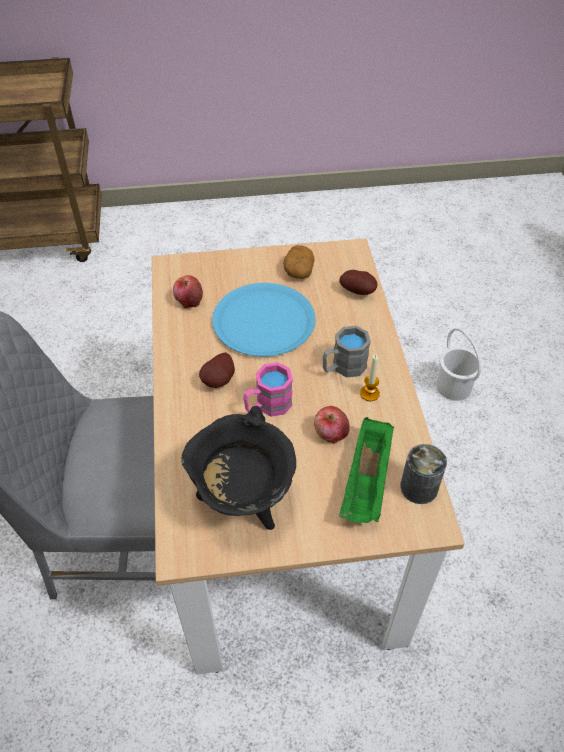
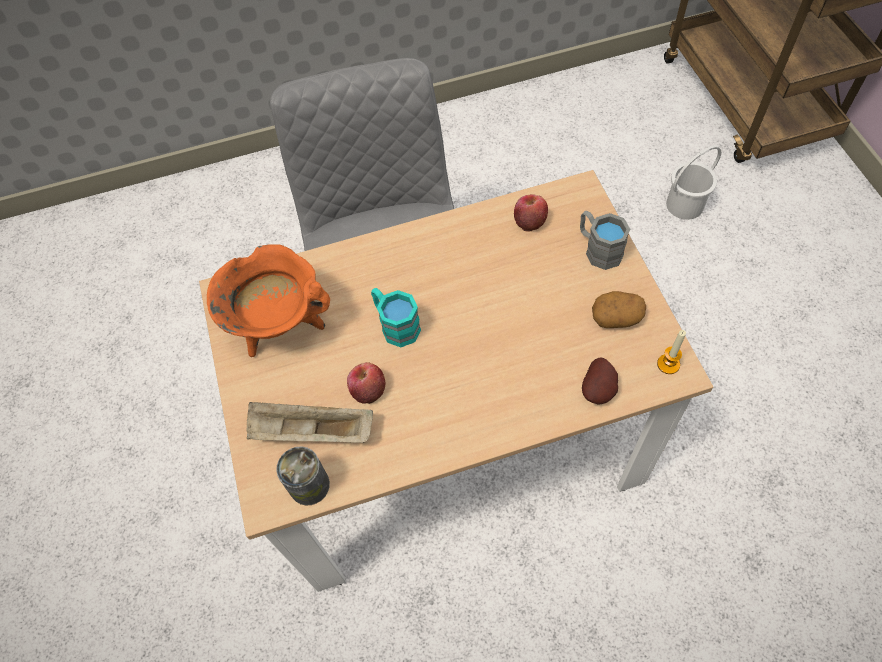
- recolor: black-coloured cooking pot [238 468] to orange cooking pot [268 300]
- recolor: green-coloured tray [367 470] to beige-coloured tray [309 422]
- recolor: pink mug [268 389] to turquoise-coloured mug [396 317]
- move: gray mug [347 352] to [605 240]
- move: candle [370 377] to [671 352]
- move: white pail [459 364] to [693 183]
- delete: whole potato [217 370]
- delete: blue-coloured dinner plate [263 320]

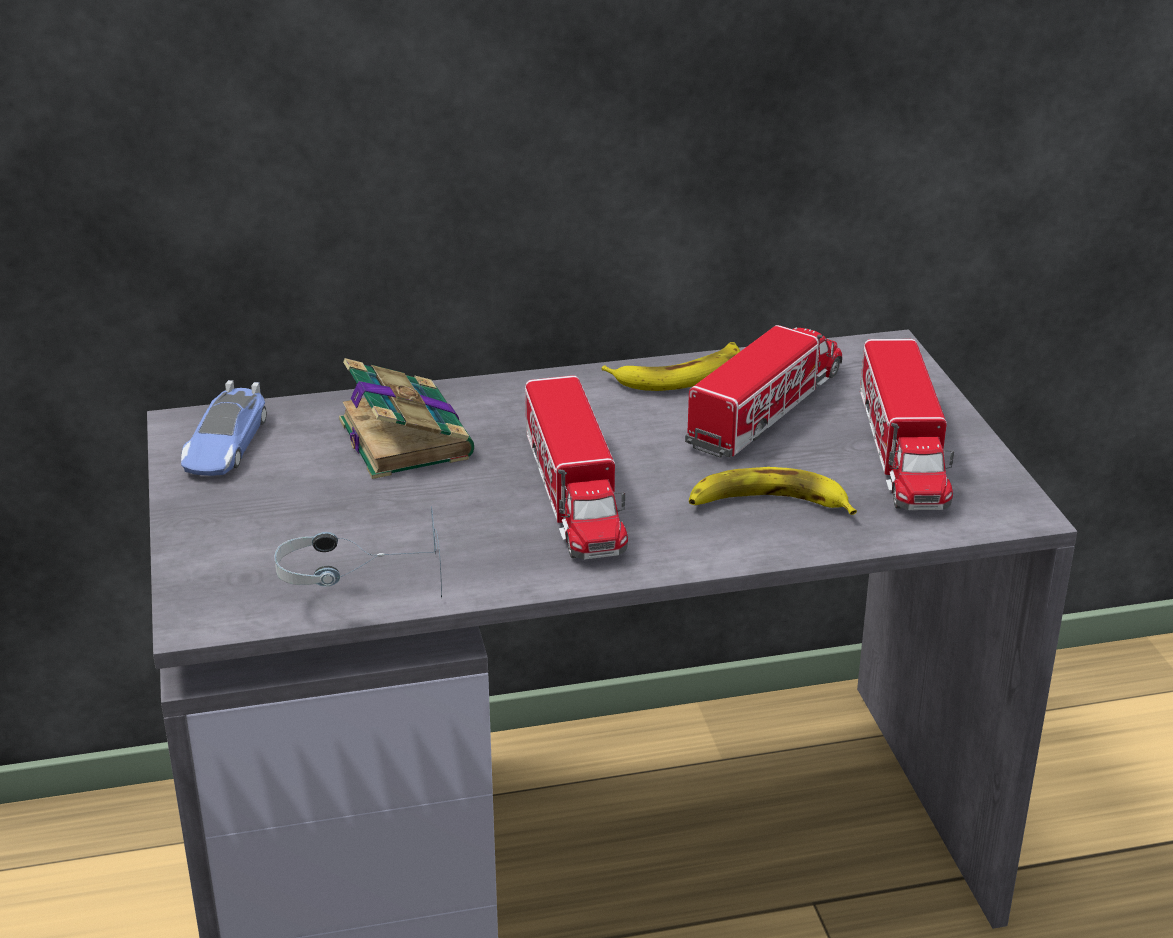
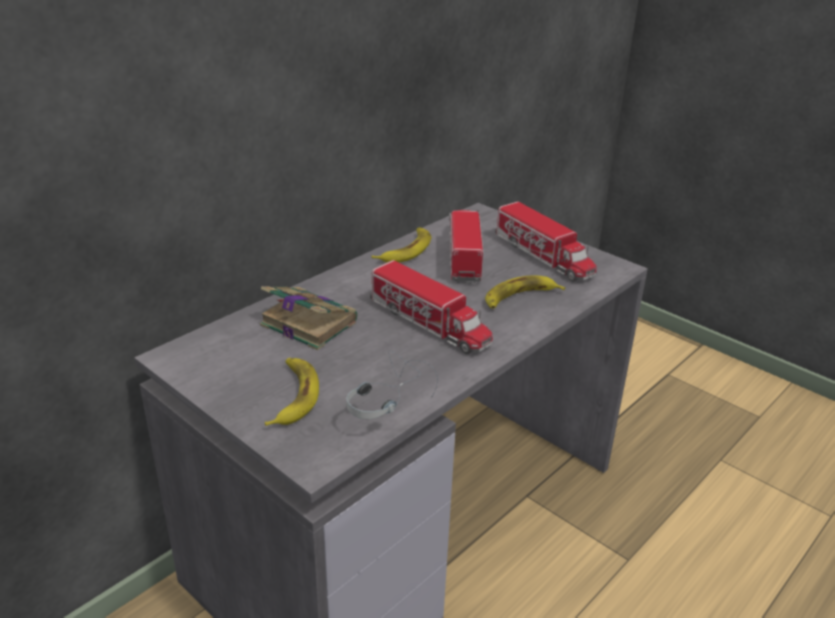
- insert: whole banana [292 392]
- delete: model car [224 428]

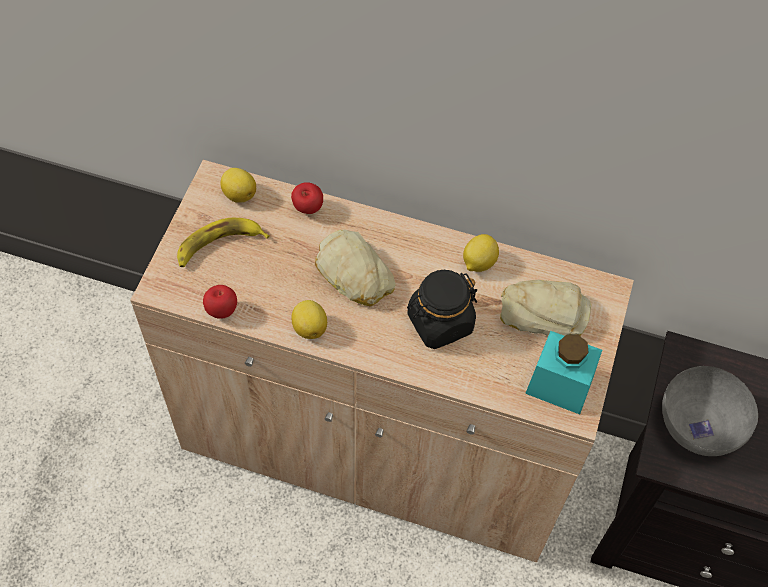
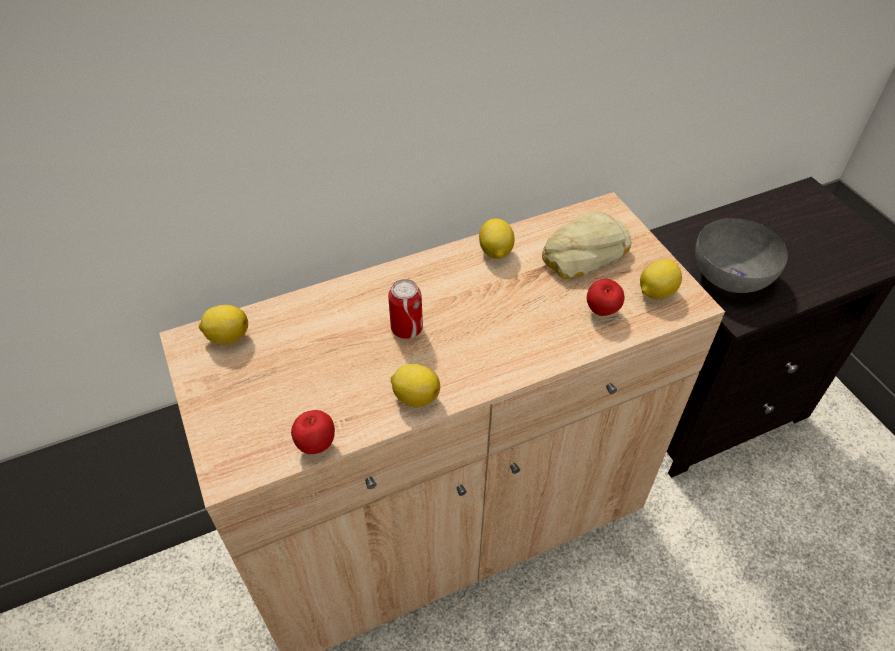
- replace: bakery bread [355 268] to metal can [405 309]
- move: whole apple [307 198] to [605 297]
- replace: turquoise-coloured storage jar [563 372] to whole lemon [661 279]
- delete: whole banana [223 242]
- delete: black-coloured storage jar [442 309]

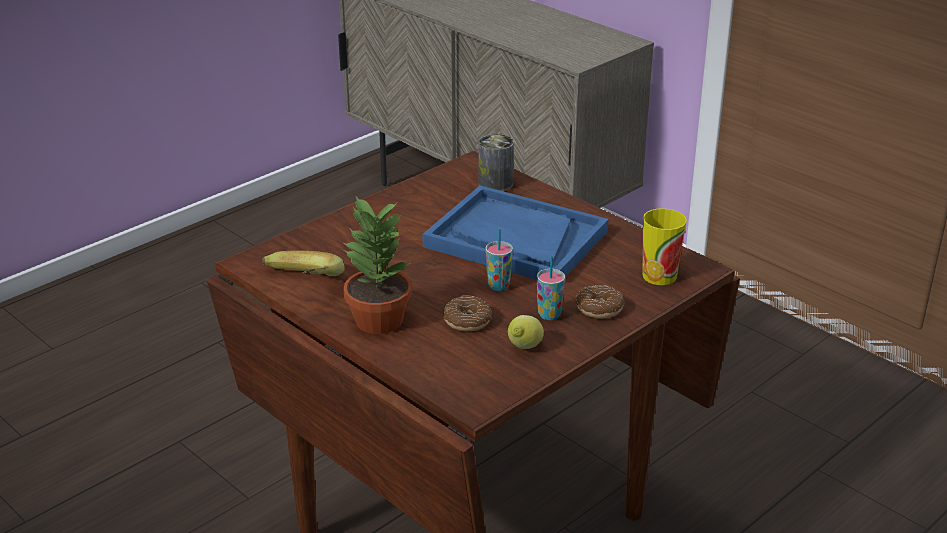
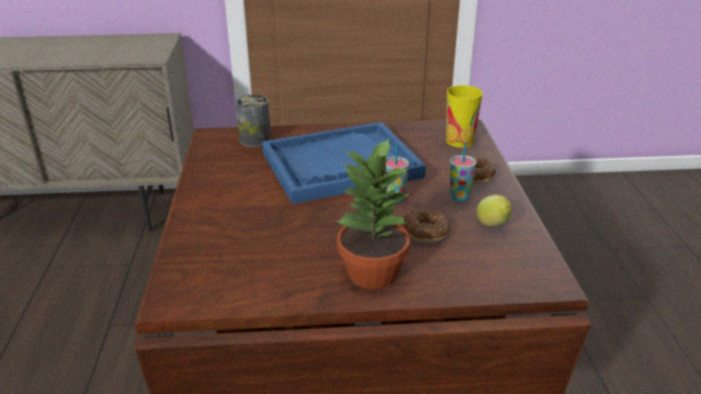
- delete: whole banana [303 263]

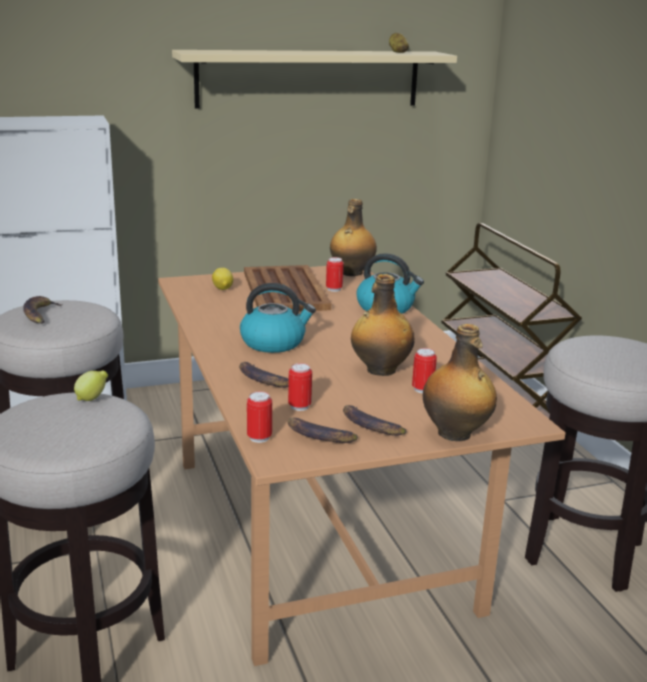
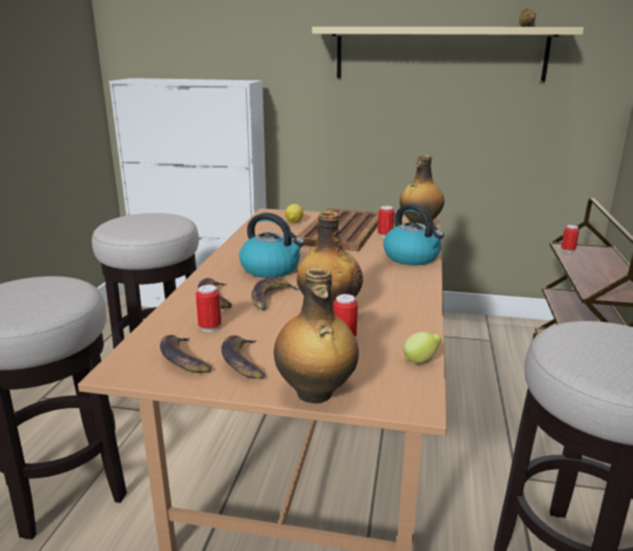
- move: whole banana [43 310] to [275 293]
- move: whole lemon [91 385] to [422 348]
- move: metal can [259 417] to [570 239]

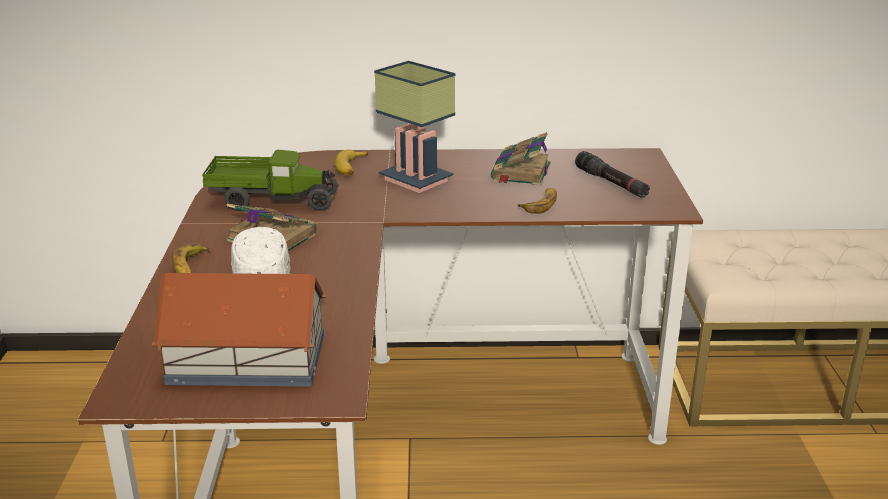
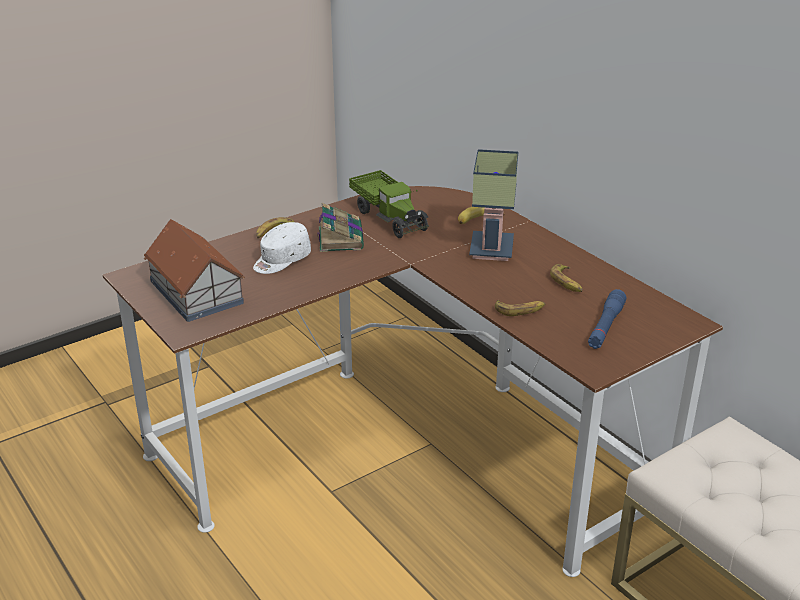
- replace: bound book [520 158] to whole banana [566 278]
- recolor: black-coloured torch [612 174] to blue-coloured torch [607 319]

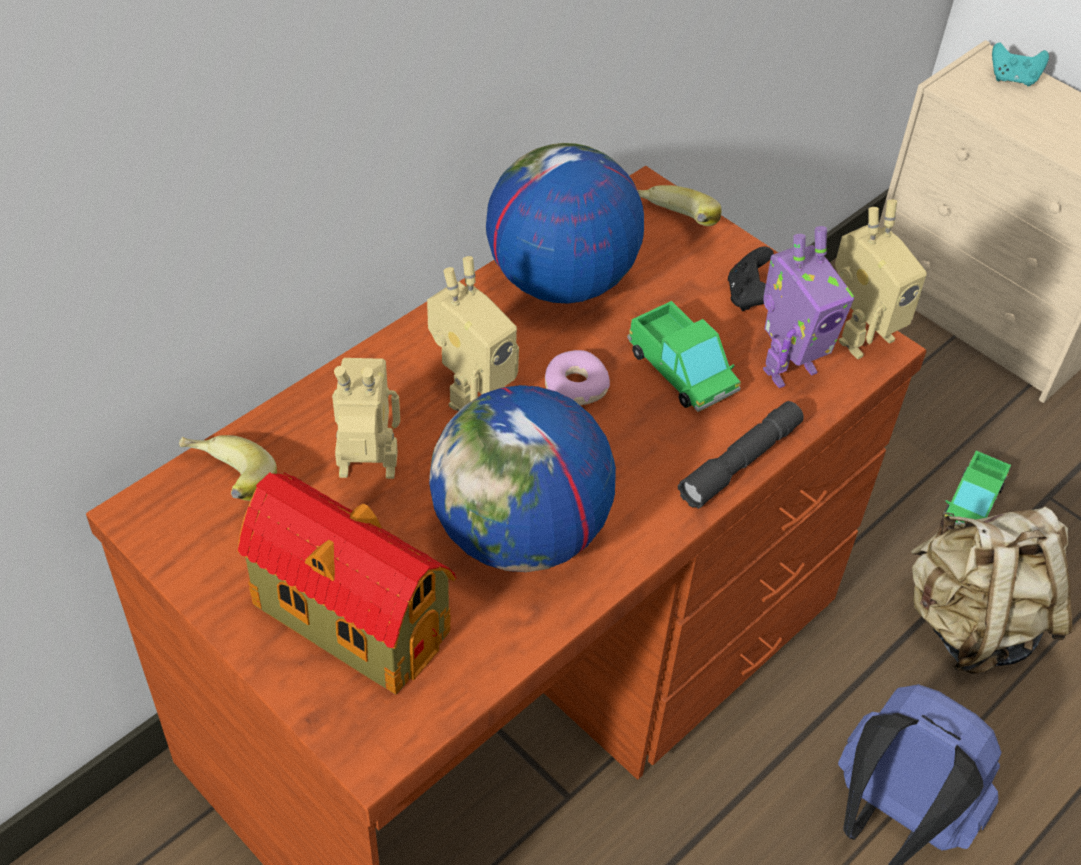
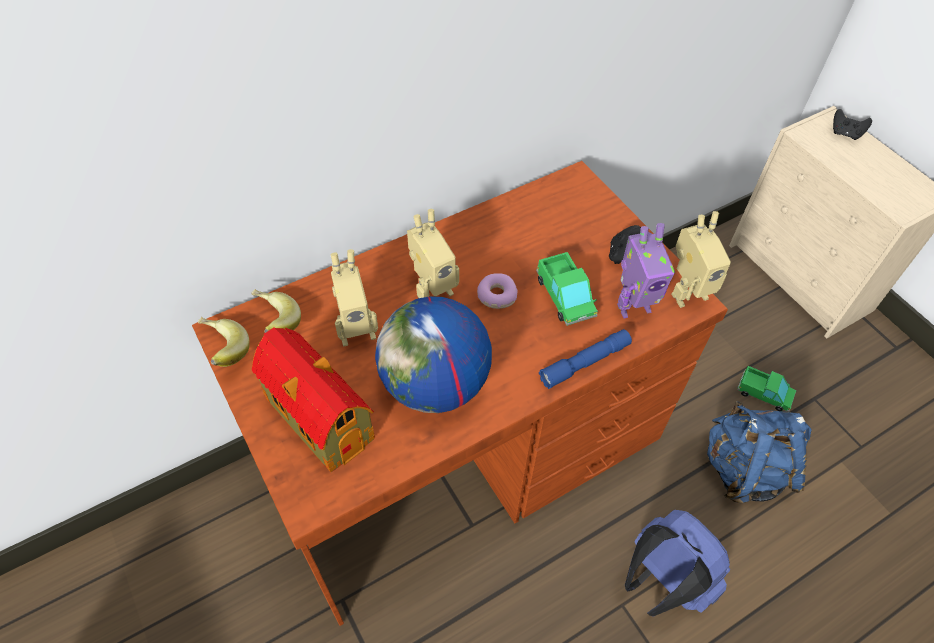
- move: whole banana [679 205] to [224 342]
- rotate: toy robot [366 418] = [354 297] 150 degrees clockwise
- recolor: gray torch [741 455] to blue-coloured torch [585 359]
- recolor: beige-coloured knapsack [991 590] to blue-coloured knapsack [759 452]
- rotate: toy lorry [976 487] = [766 389] 105 degrees counterclockwise
- recolor: turquoise-coloured game controller [1020 64] to black-coloured game controller [852 124]
- delete: world globe [565 223]

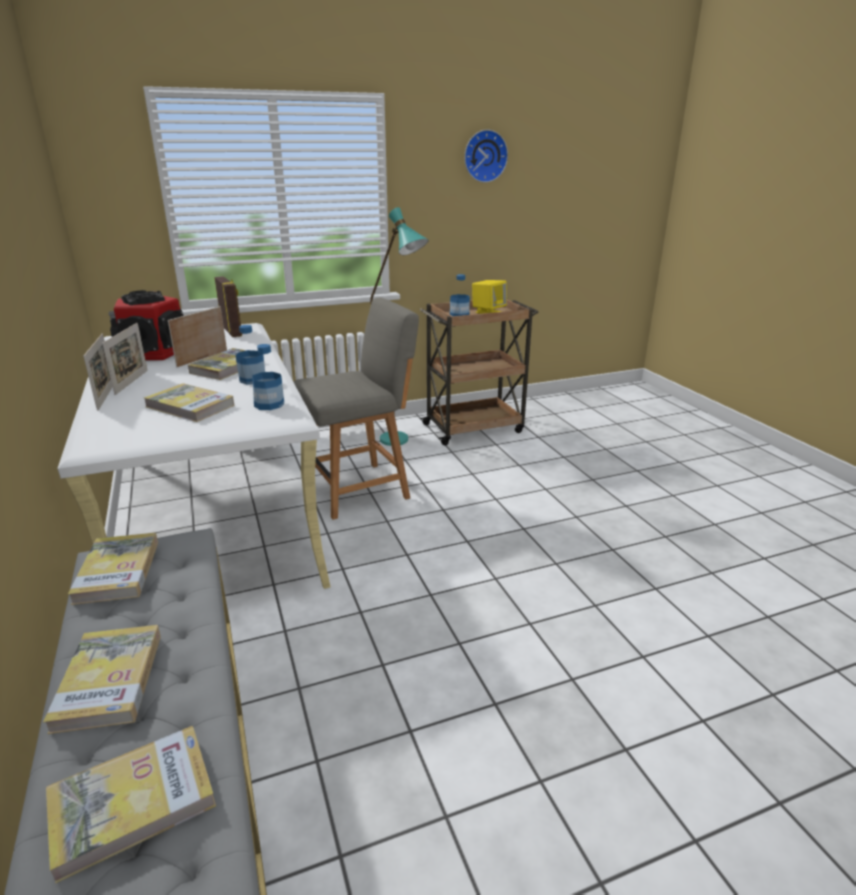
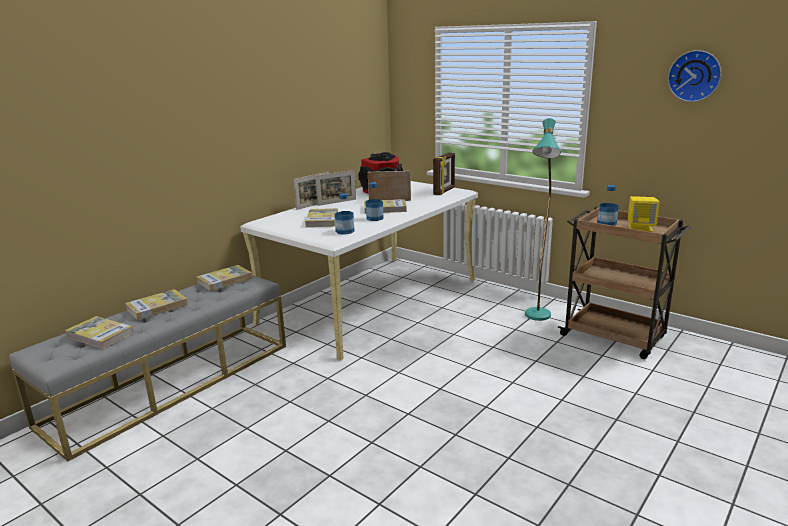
- delete: gray upright chair [356 409]

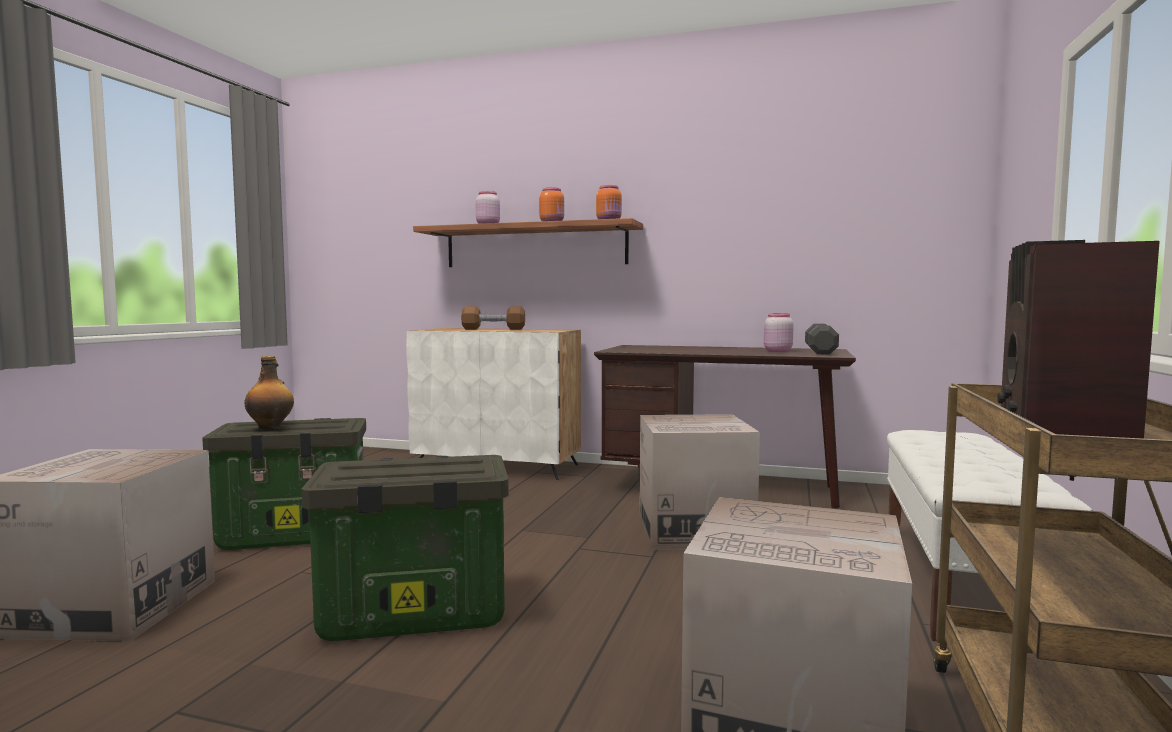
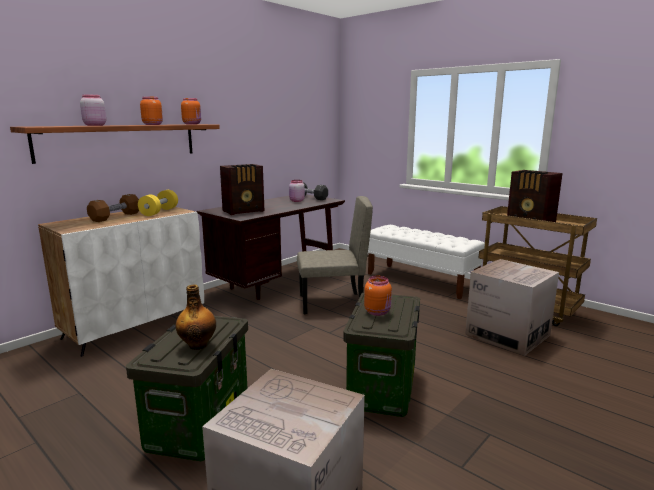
- insert: yellowish hand weight [158 203]
- insert: radio receiver [242 189]
- replace: cardboard box [699 482] to beige-coloured upright chair [335 255]
- insert: orange storage jar [378 296]

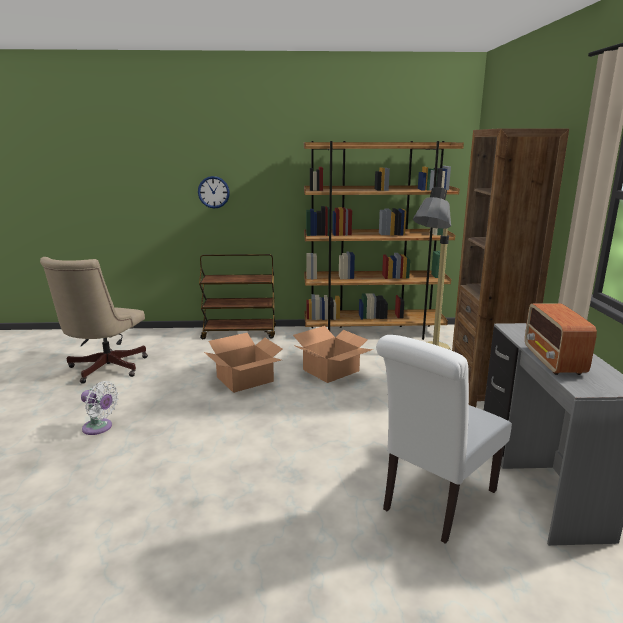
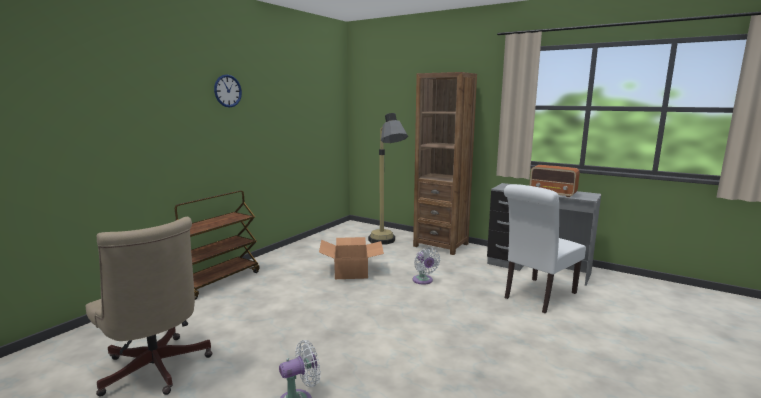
- move: clock on the wall [214 192] to [228 91]
- insert: white cooling fan [426 266]
- rotate: white upright chair [444 439] = [545 248] 60 degrees clockwise
- delete: cardboard box [243 363]
- delete: brown-coloured bookcase [384 240]

